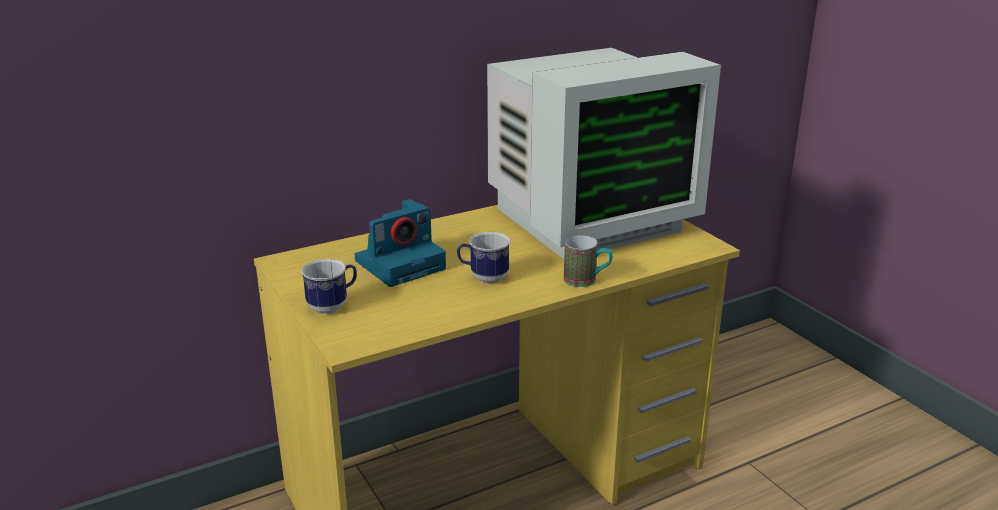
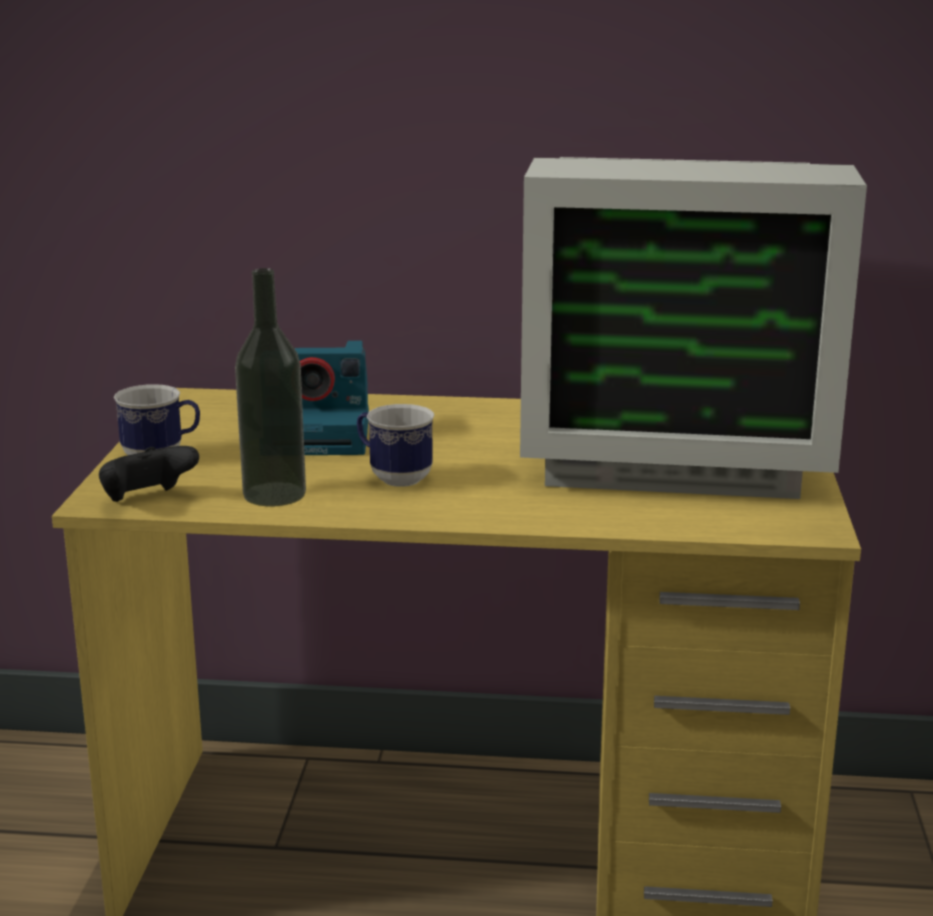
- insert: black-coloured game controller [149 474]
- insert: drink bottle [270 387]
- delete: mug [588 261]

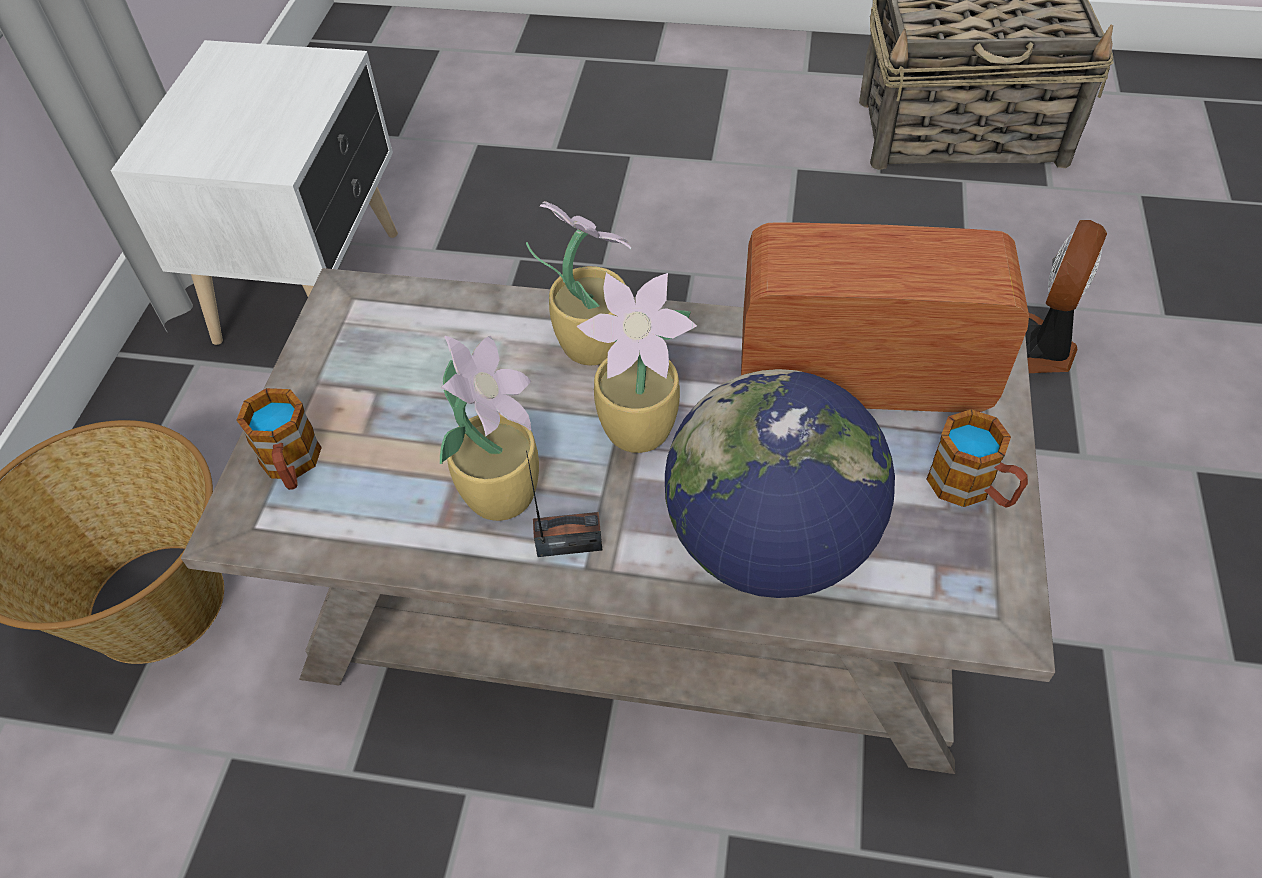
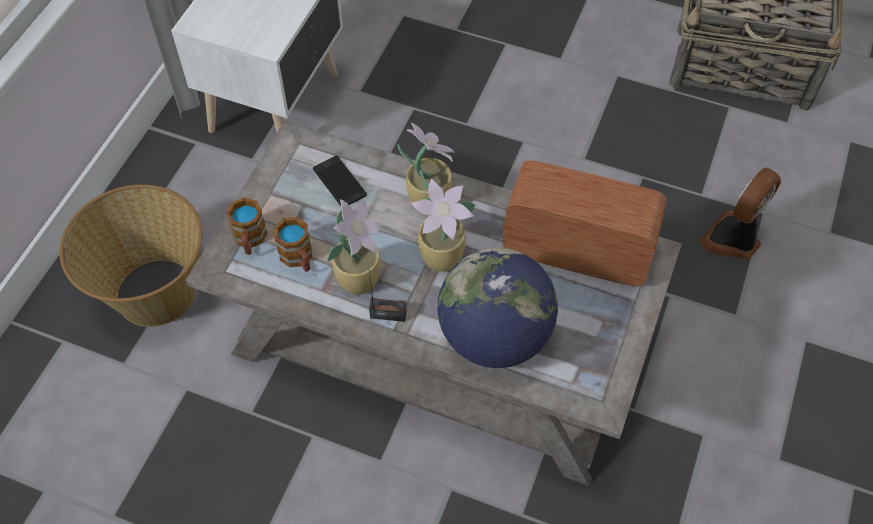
- move: mug [977 458] to [293 244]
- insert: phone [340 181]

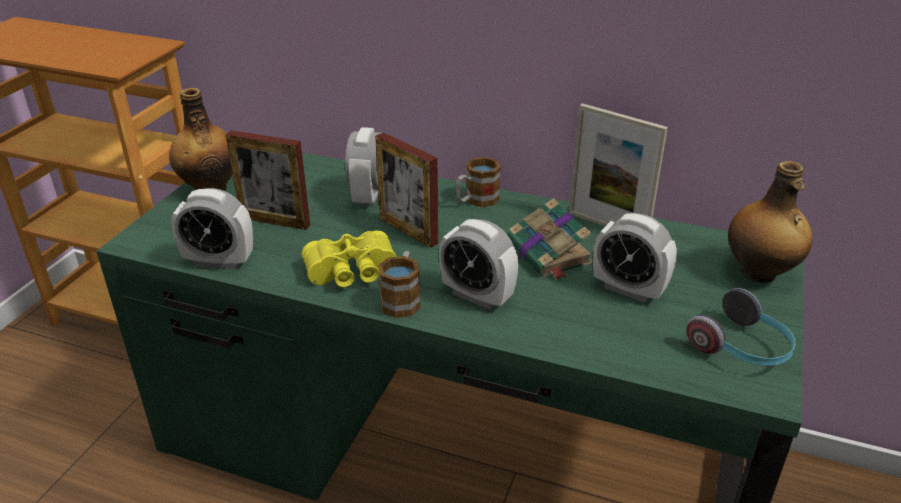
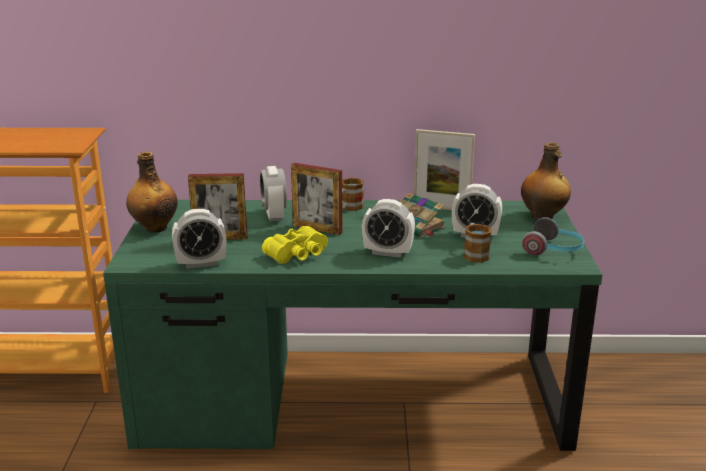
- move: mug [399 284] to [478 243]

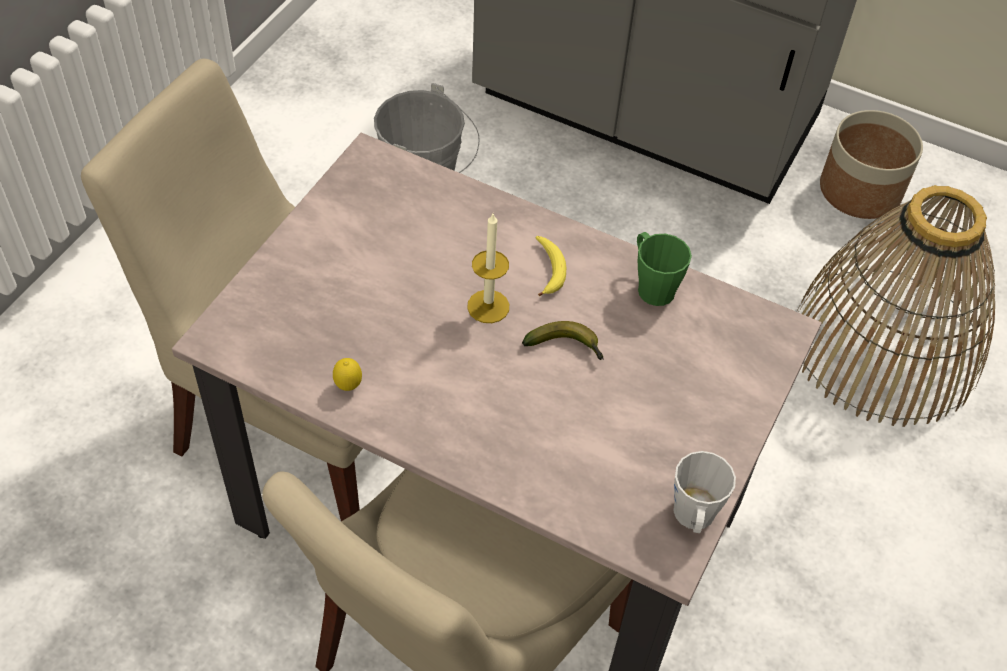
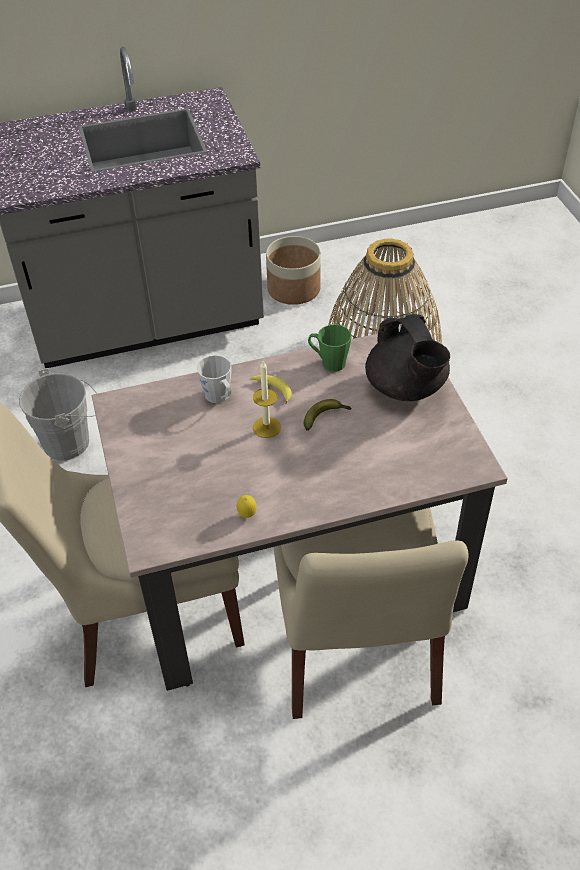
- move: gray mug [704 492] to [214 379]
- insert: black-coloured pot for tea [407 357]

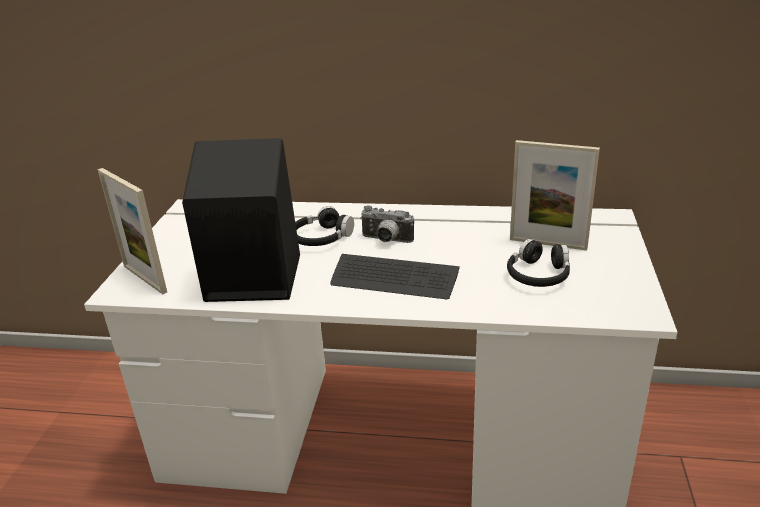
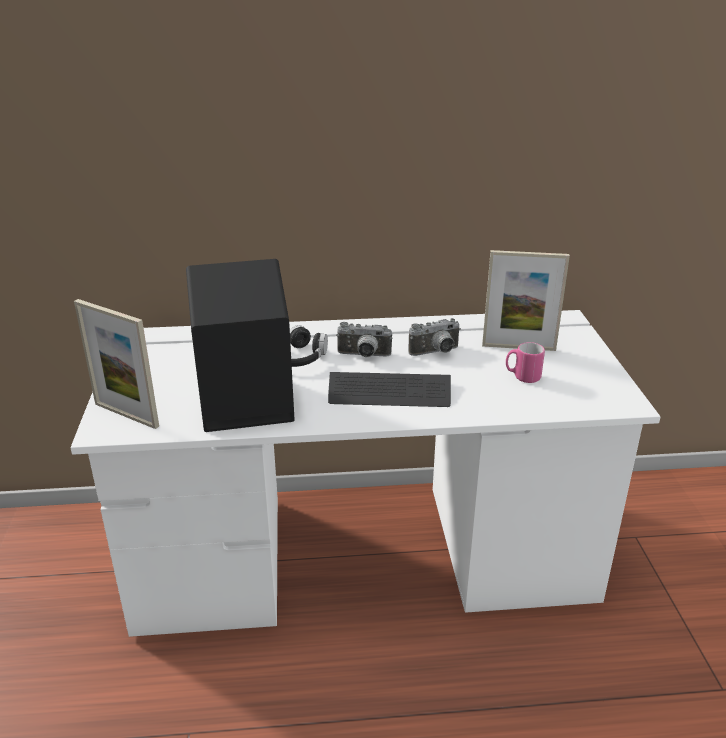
- insert: photo camera [434 337]
- replace: black-coloured pair of headphones [538 263] to pink mug [525 362]

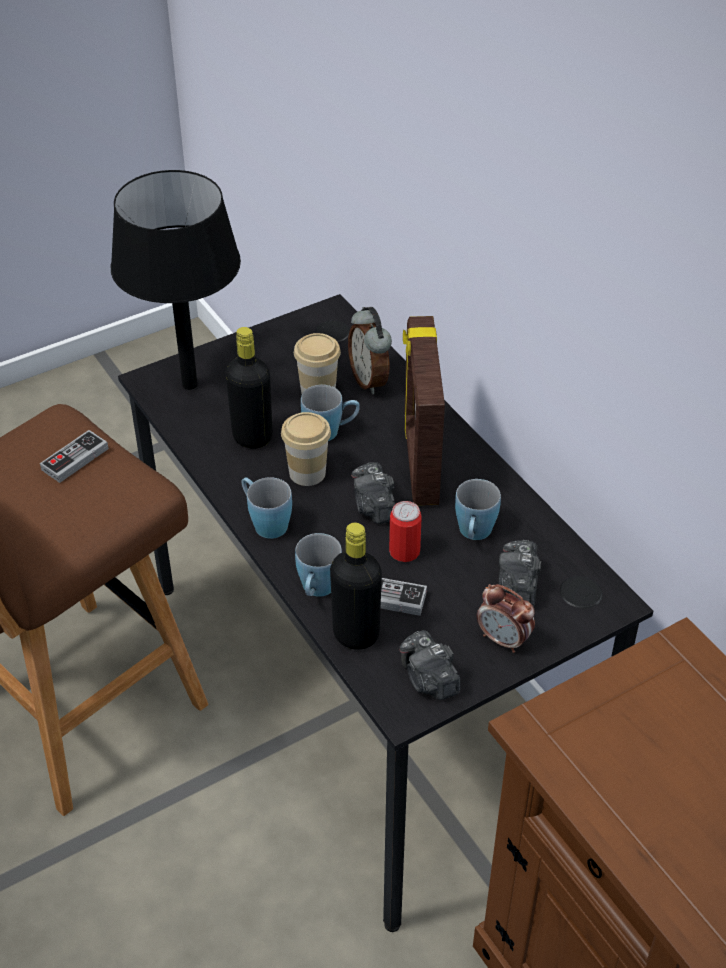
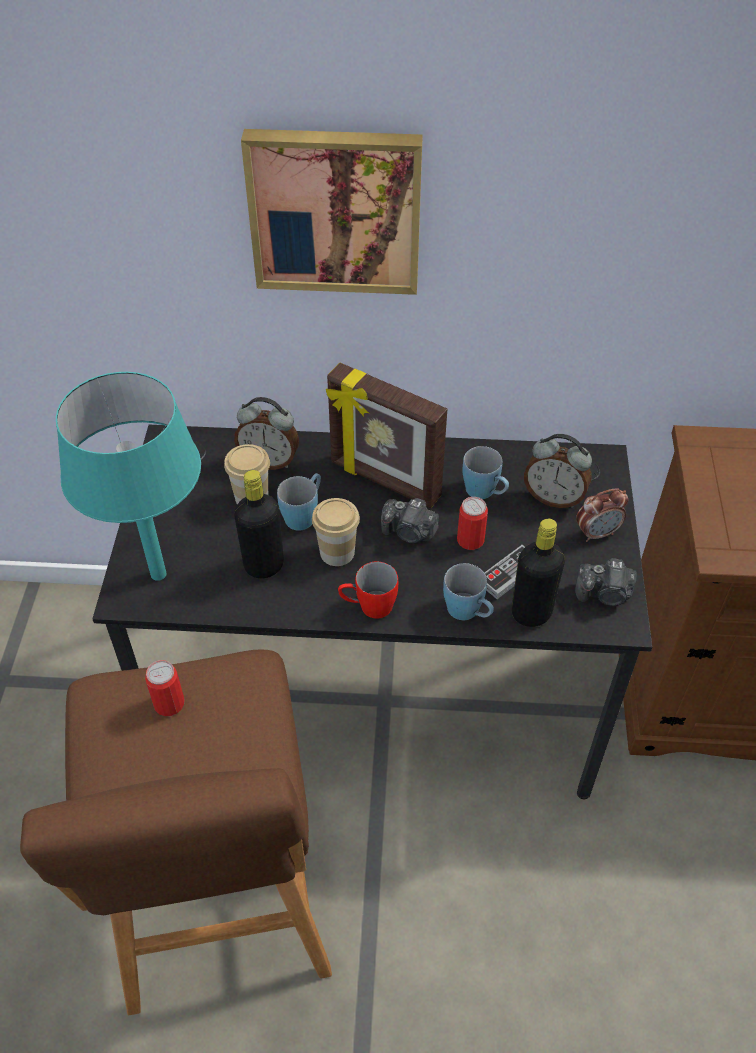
- recolor: black-coloured table lamp [176 280] to turquoise-coloured table lamp [128 476]
- replace: game controller [74 456] to metal can [165 688]
- insert: picture [332 212]
- recolor: blue-coloured mug [266 508] to red mug [368 590]
- replace: photo camera [520 573] to table clock [558 471]

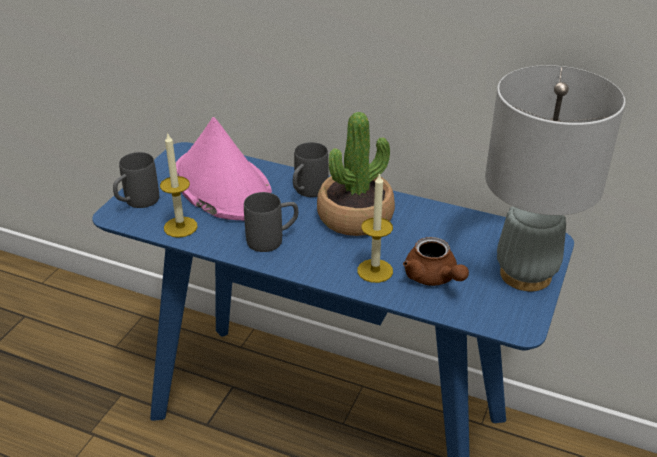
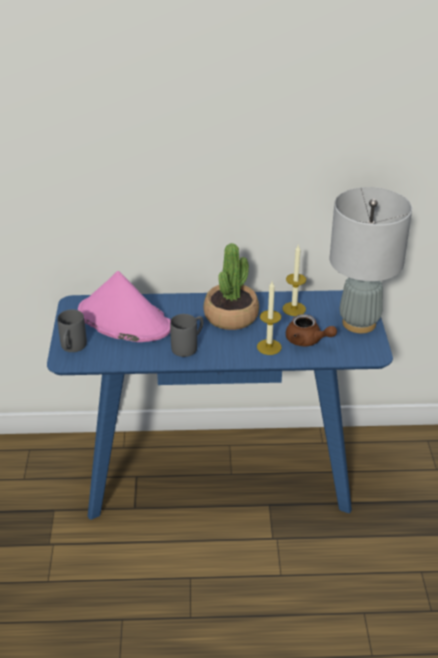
- move: candle [179 186] to [294 280]
- delete: gray mug [310 169]

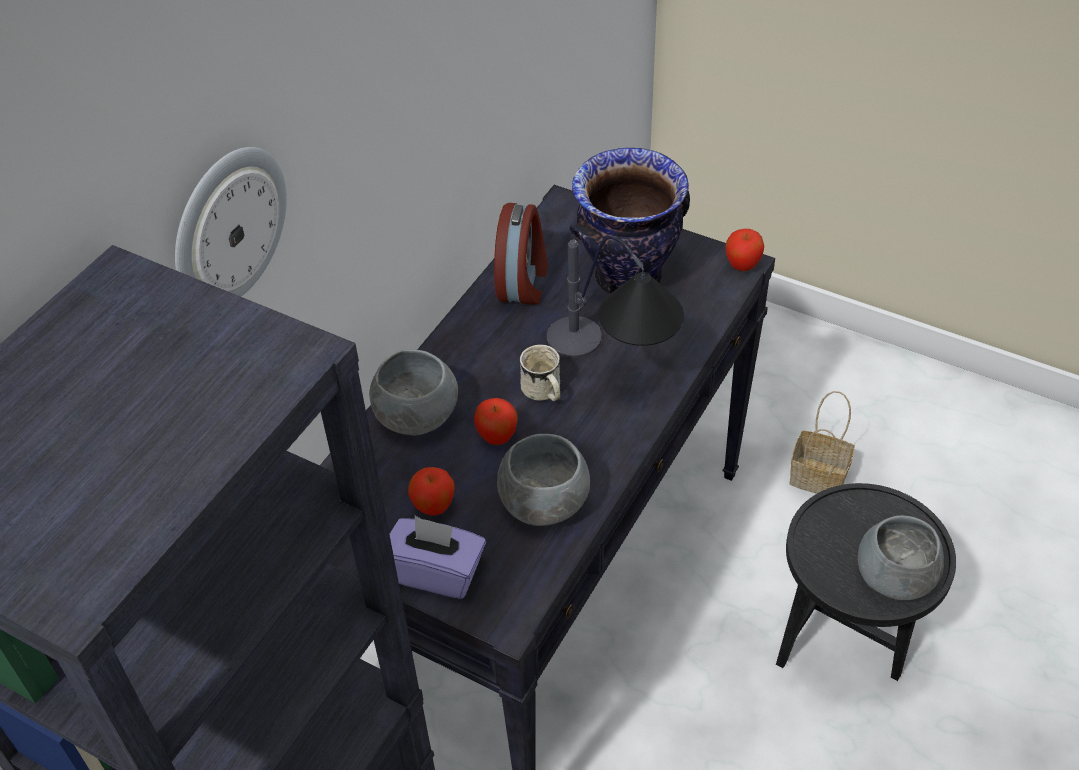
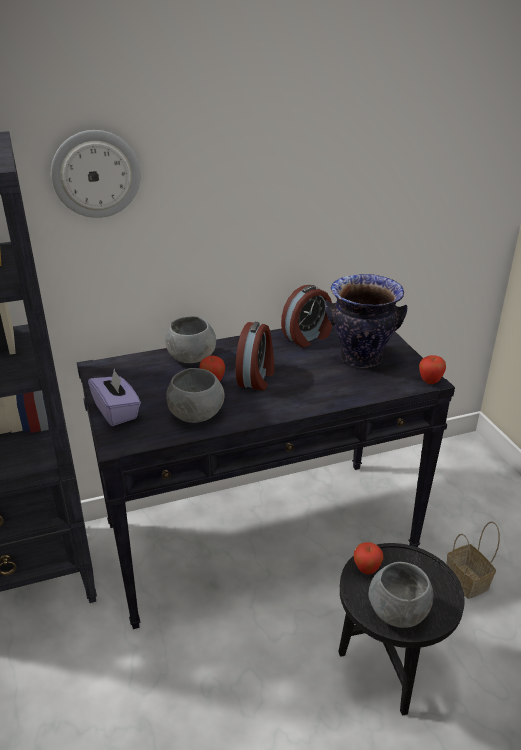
- replace: white mug [540 372] to table clock [255 356]
- move: whole apple [431 491] to [368 558]
- delete: table lamp [615 297]

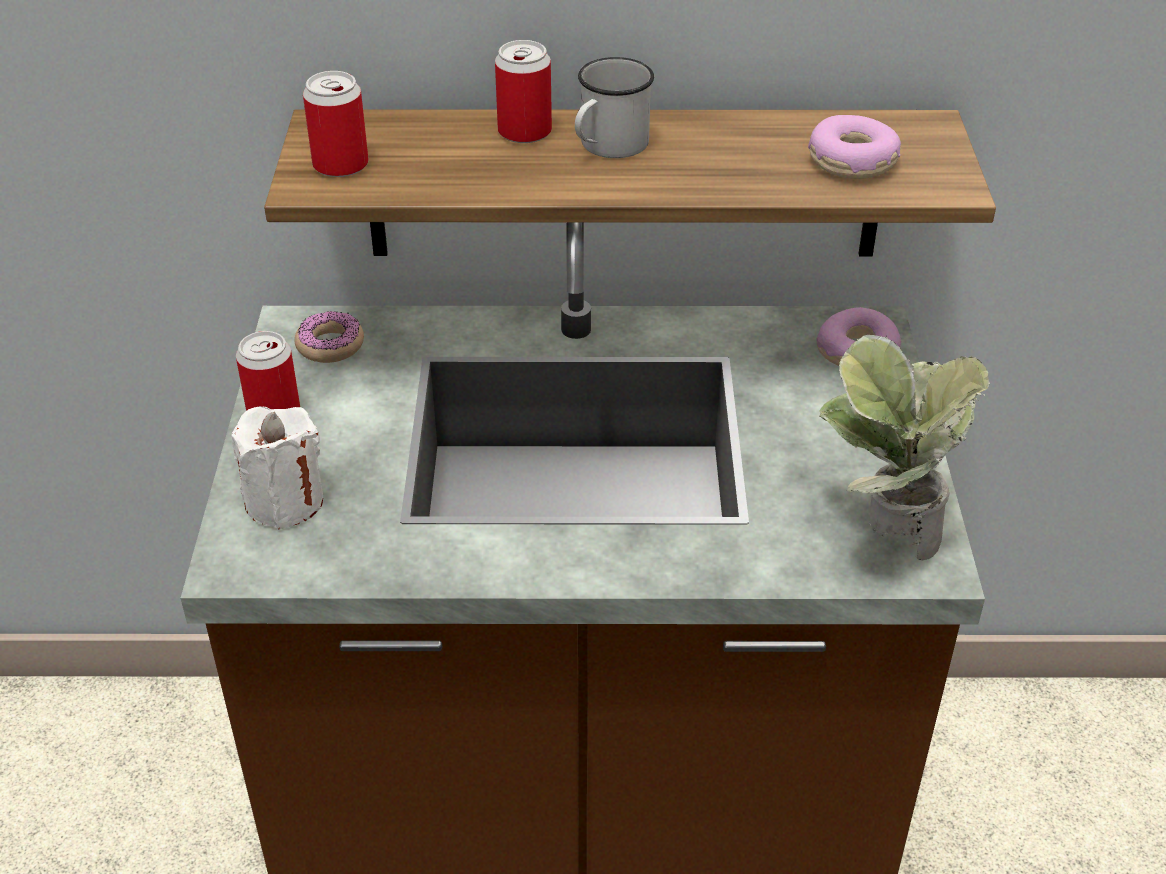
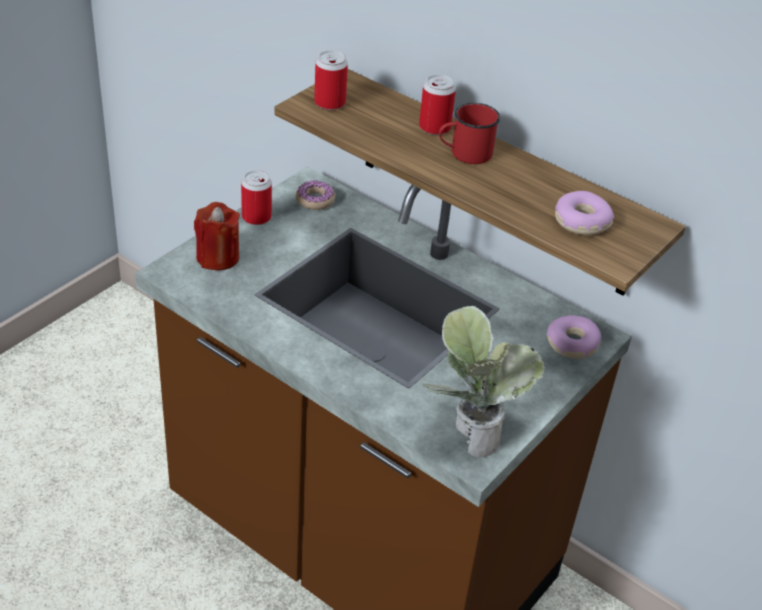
- recolor: white candle [277 468] to red candle [217 236]
- recolor: white mug [614 107] to red mug [469 133]

